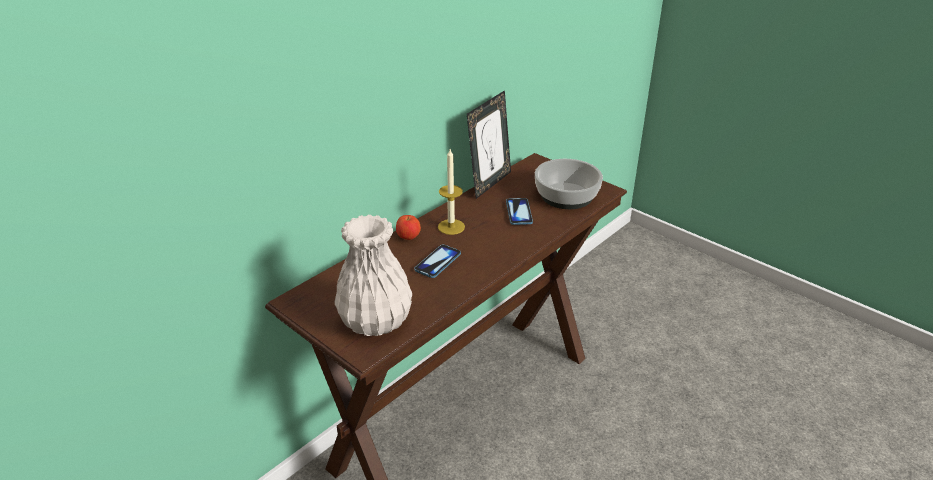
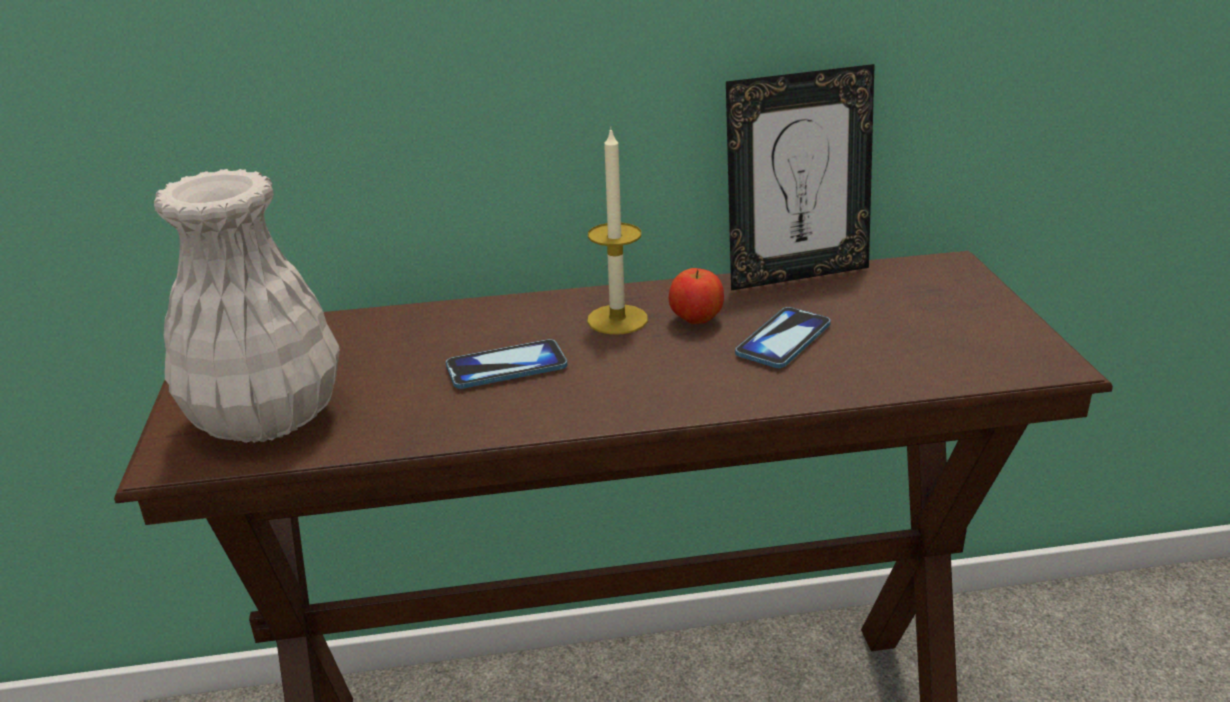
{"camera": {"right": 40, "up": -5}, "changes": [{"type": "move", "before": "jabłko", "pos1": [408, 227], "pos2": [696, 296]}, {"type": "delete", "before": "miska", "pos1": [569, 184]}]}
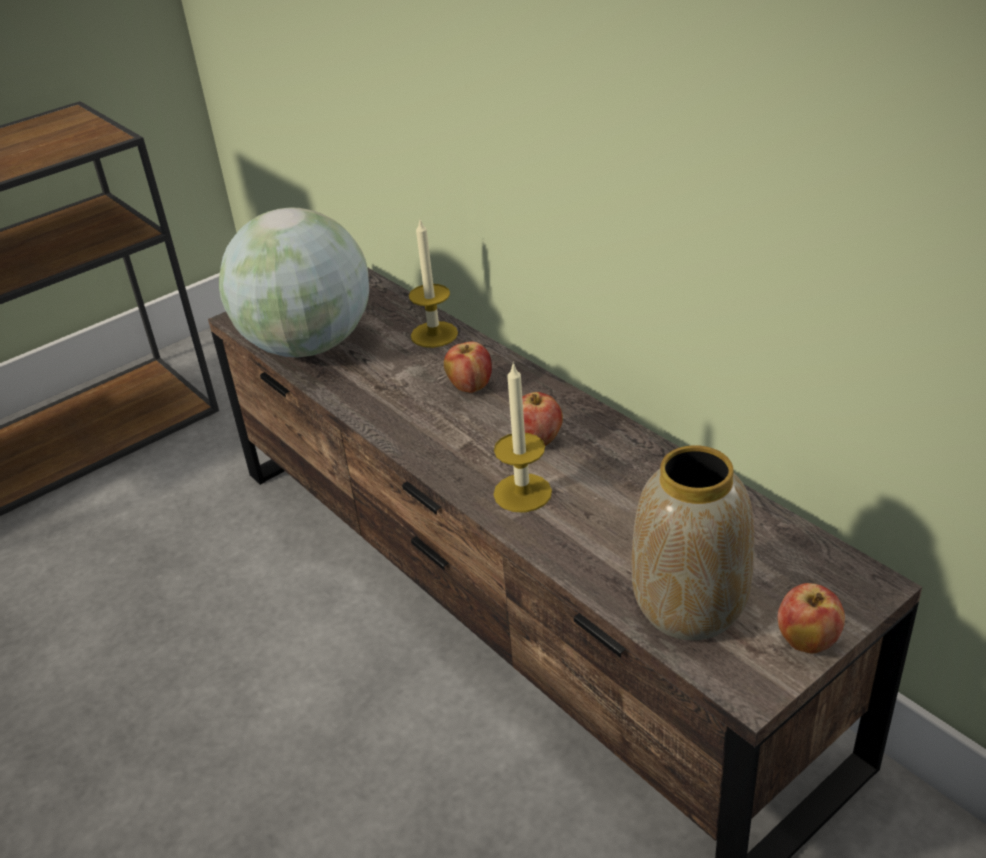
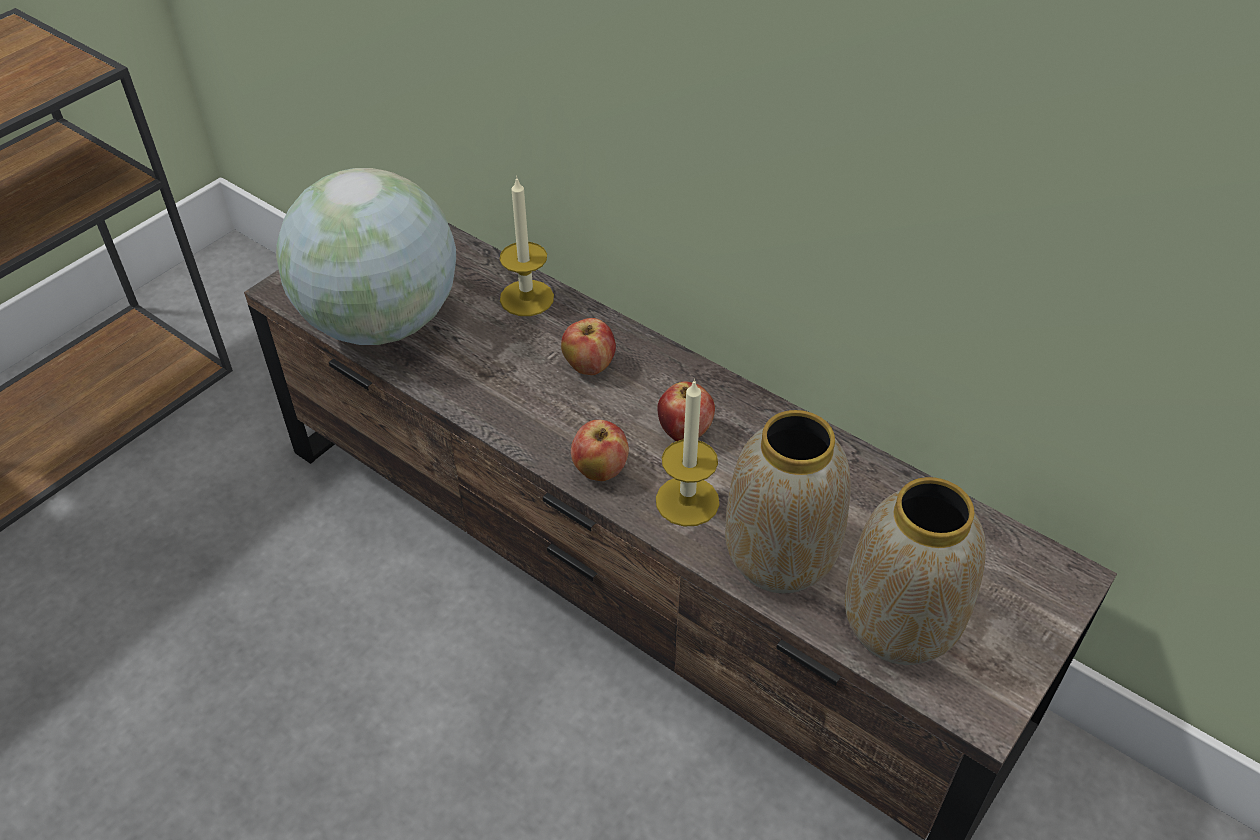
{"camera": {"right": -15, "up": 10}, "changes": [{"type": "move", "before": "jabłko", "pos1": [811, 618], "pos2": [600, 450]}, {"type": "insert", "after": "wazon", "pos2": [788, 501]}]}
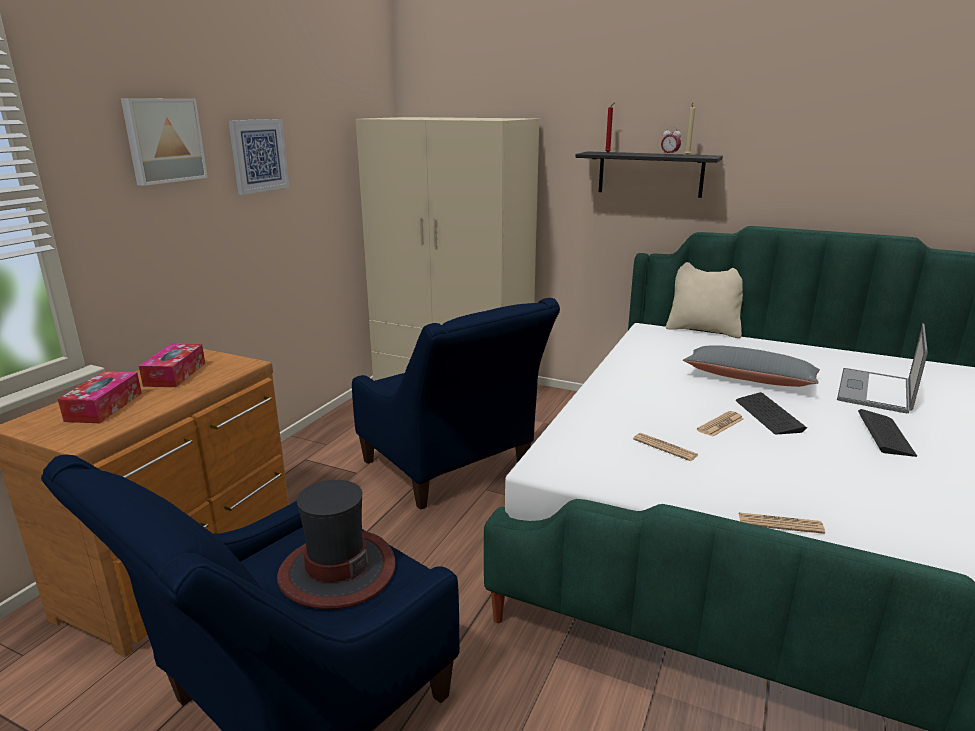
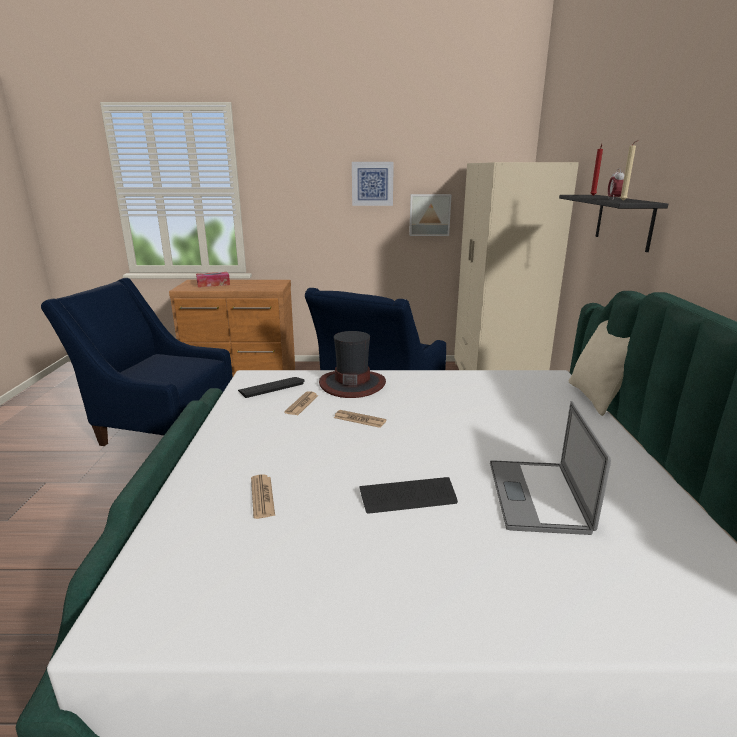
{"camera": {"right": 65, "up": 0}, "changes": [{"type": "move", "before": "klawiatura", "pos1": [771, 413], "pos2": [271, 387]}, {"type": "move", "before": "gazeta", "pos1": [781, 523], "pos2": [263, 496]}, {"type": "move", "before": "kapelusz", "pos1": [336, 544], "pos2": [352, 364]}, {"type": "move", "before": "obraz", "pos1": [164, 142], "pos2": [430, 215]}, {"type": "rotate", "before": "laptop", "pos1": [882, 368], "pos2": [550, 468], "turn": -90}, {"type": "delete", "before": "pudełko chusteczek", "pos1": [172, 365]}, {"type": "delete", "before": "poduszka/szary", "pos1": [751, 366]}]}
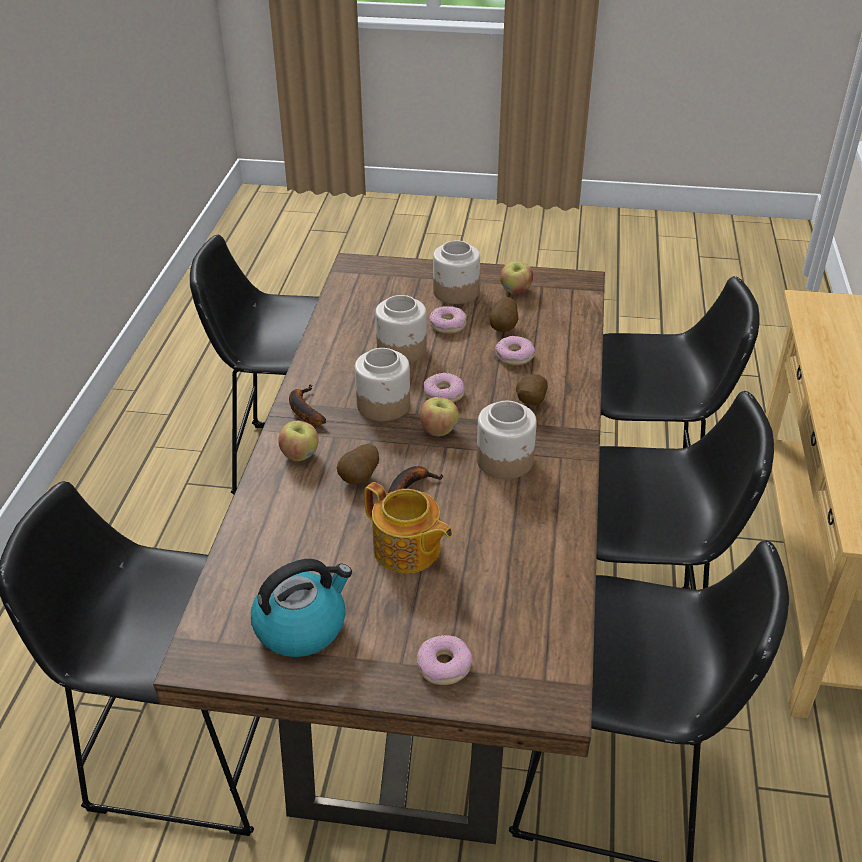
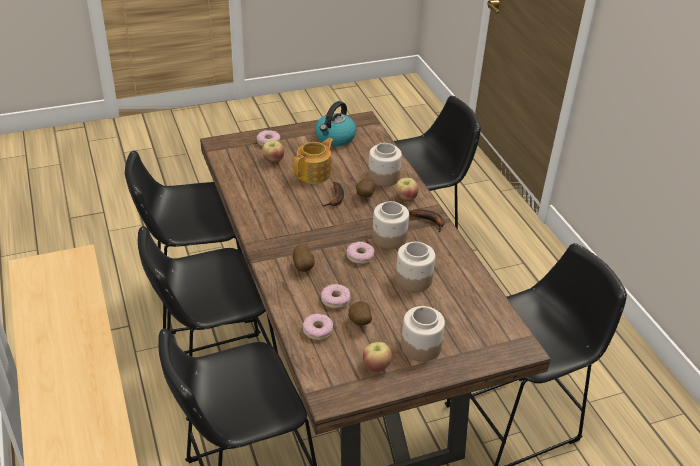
{"camera": {"right": 150, "up": 0}, "changes": [{"type": "move", "before": "jabłko", "pos1": [439, 416], "pos2": [273, 151]}, {"type": "rotate", "before": "imbryk", "pos1": [408, 527], "pos2": [314, 161], "turn": 120}, {"type": "move", "before": "donut", "pos1": [448, 320], "pos2": [318, 327]}, {"type": "move", "before": "słoik", "pos1": [507, 440], "pos2": [385, 164]}]}
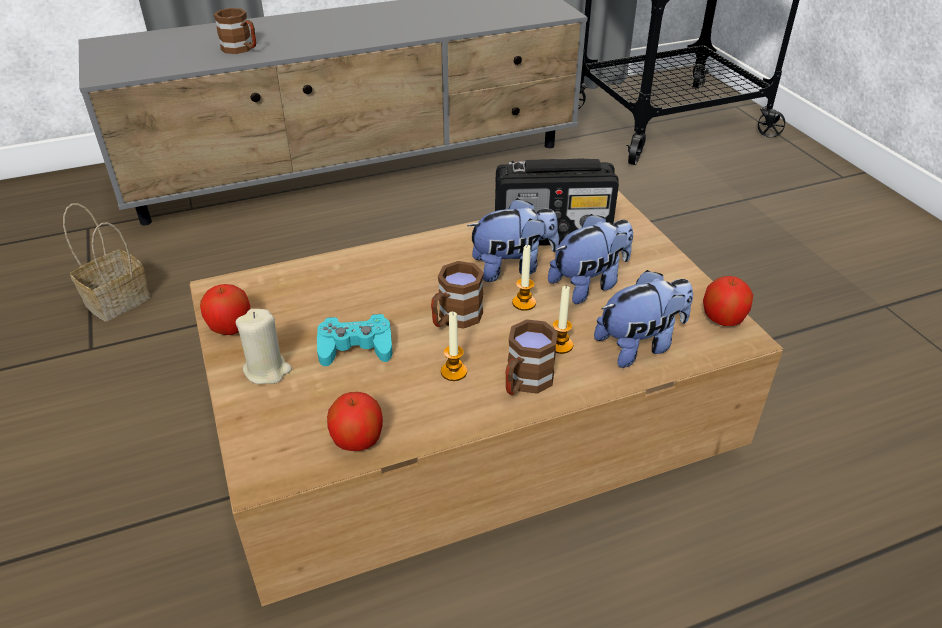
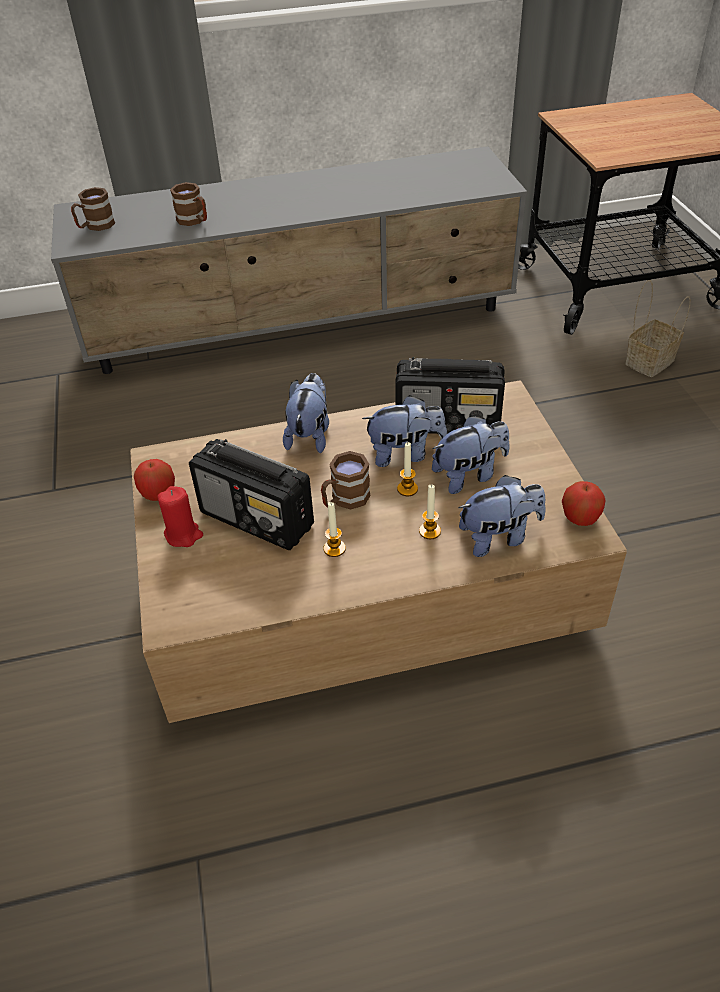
{"camera": {"right": 10, "up": 5}, "changes": [{"type": "move", "before": "kubek/brązowy", "pos1": [531, 357], "pos2": [93, 209]}, {"type": "recolor", "before": "świeca/beżowy", "after": "świeca/czerwony", "pos1": [264, 346], "pos2": [180, 516]}, {"type": "replace", "before": "pad do gier/turkusowy", "after": "radio", "pos1": [355, 340], "pos2": [251, 495]}, {"type": "insert", "after": "pluszak", "pos2": [306, 413]}, {"type": "move", "before": "koszyk", "pos1": [106, 262], "pos2": [658, 328]}, {"type": "delete", "before": "jabłko", "pos1": [355, 421]}]}
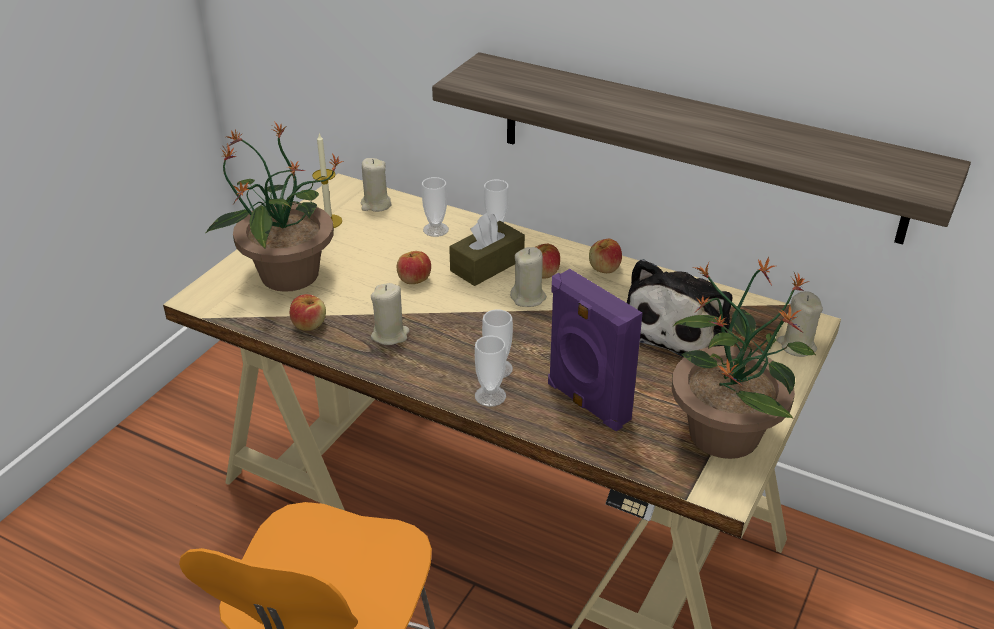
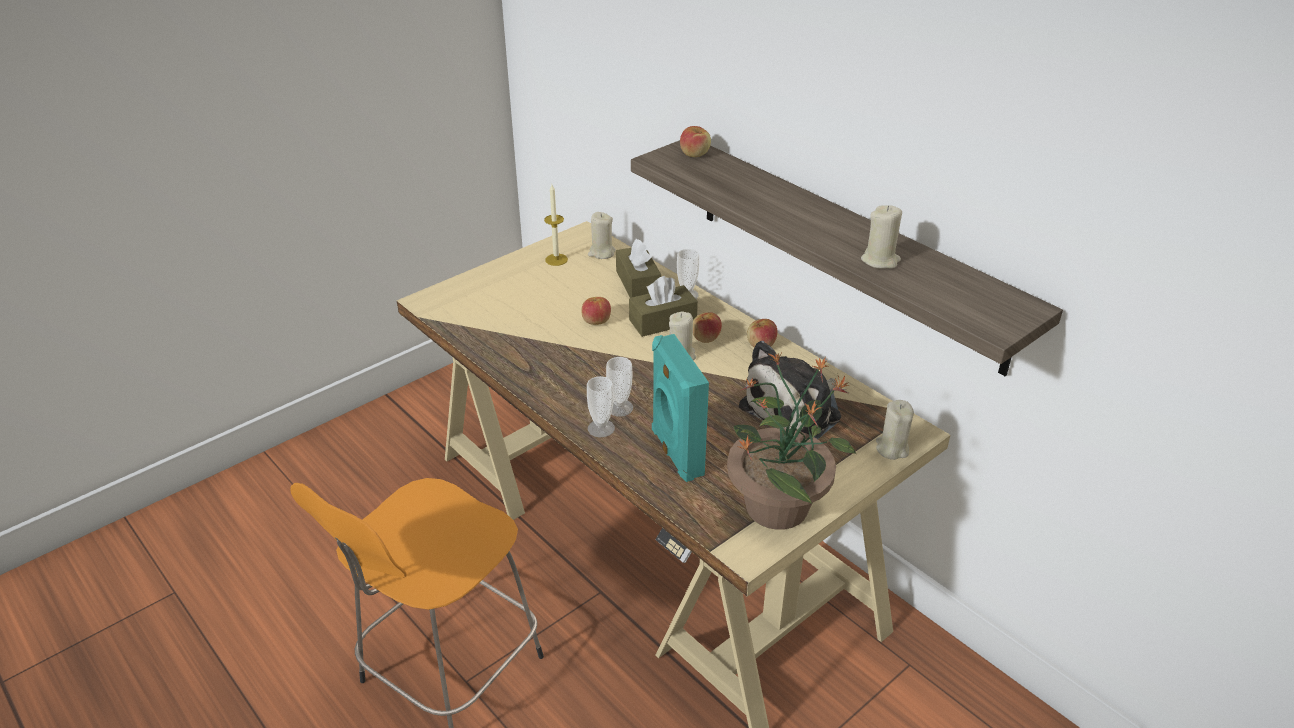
{"camera": {"right": 20, "up": 0}, "changes": [{"type": "replace", "before": "filiżanka", "after": "pudełko chusteczek/brązowy", "pos1": [435, 207], "pos2": [638, 268]}, {"type": "recolor", "before": "głośnik/fioletowy", "after": "głośnik/turkusowy", "pos1": [595, 350], "pos2": [680, 408]}, {"type": "move", "before": "jabłko", "pos1": [308, 312], "pos2": [695, 141]}, {"type": "move", "before": "świeca/beżowy", "pos1": [390, 314], "pos2": [881, 237]}, {"type": "delete", "before": "roślina doniczkowa", "pos1": [274, 206]}]}
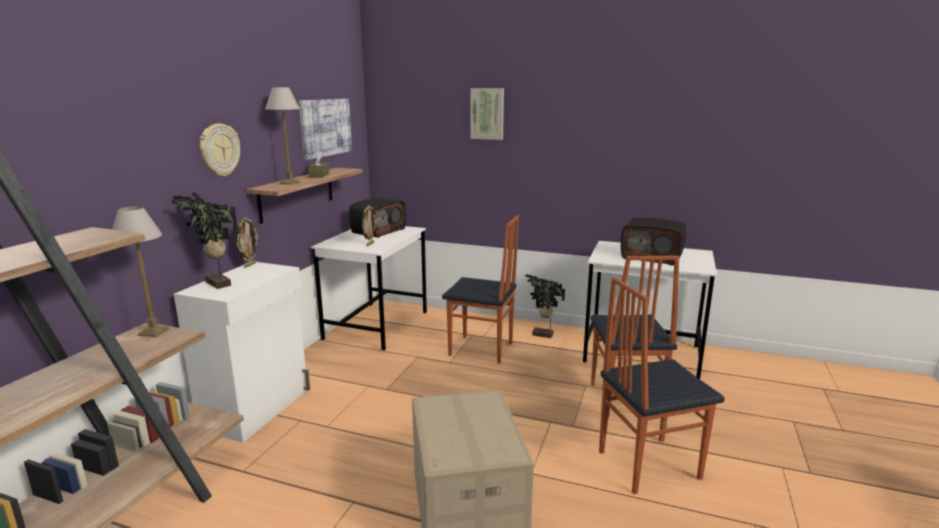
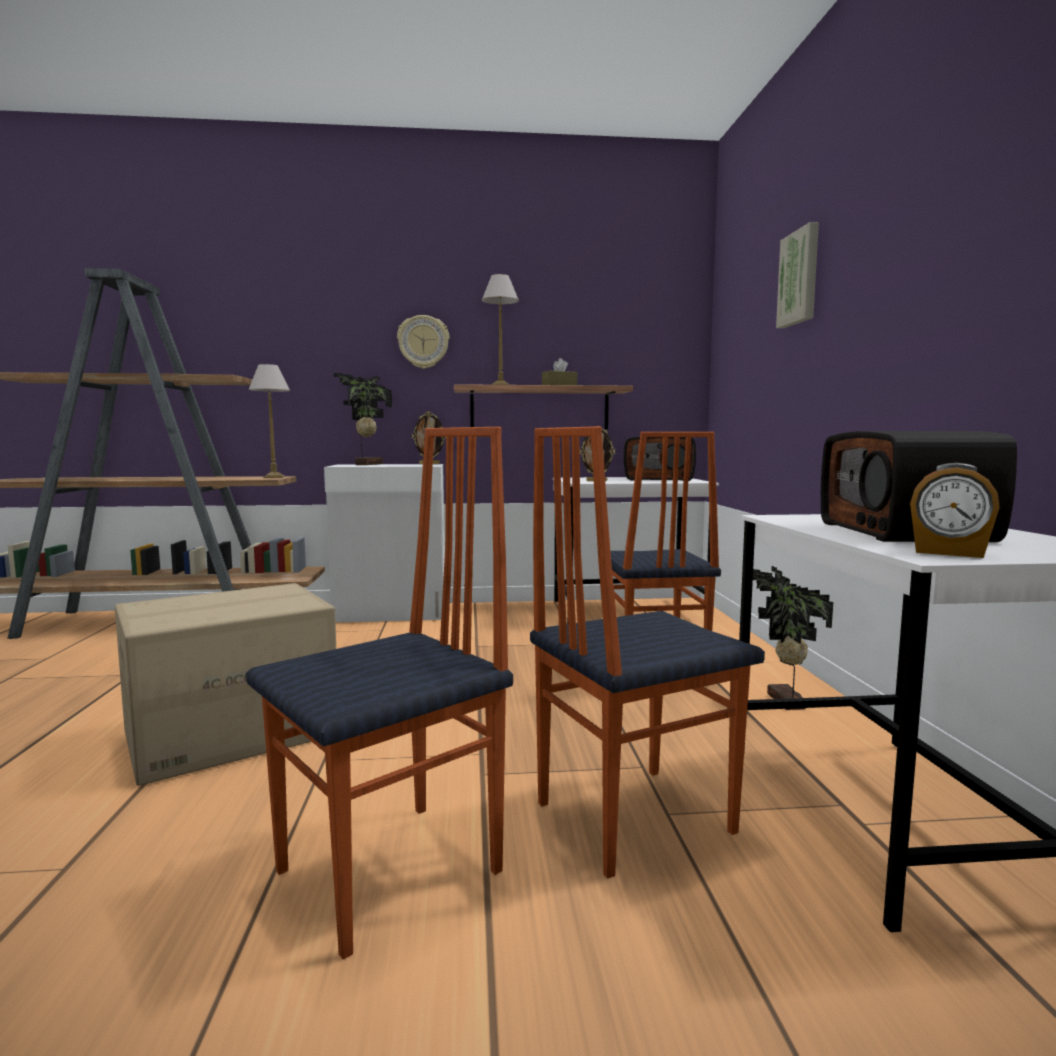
{"camera": {"right": 65, "up": -10}, "changes": [{"type": "rotate", "before": "krzesło", "pos1": [662, 385], "pos2": [379, 693], "turn": 90}, {"type": "insert", "after": "budzik", "pos2": [955, 510]}, {"type": "delete", "before": "obraz", "pos1": [325, 129]}]}
